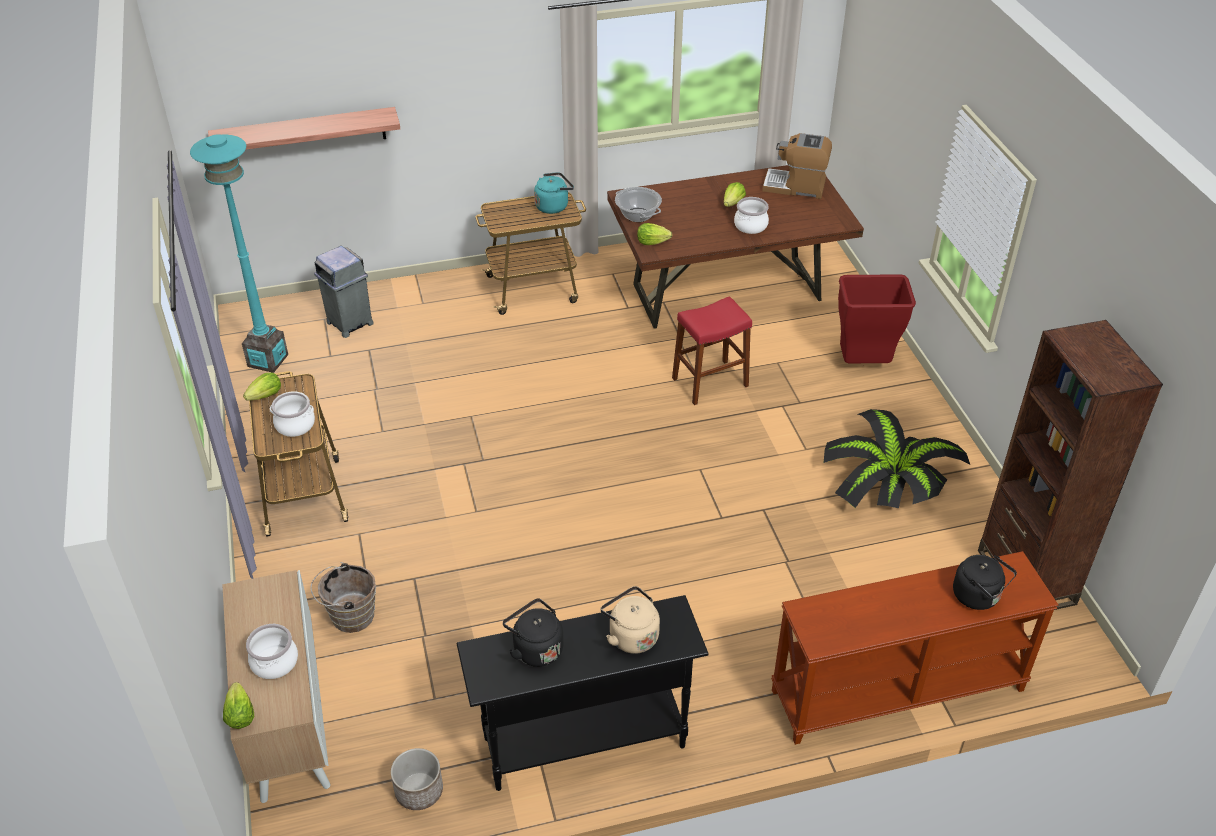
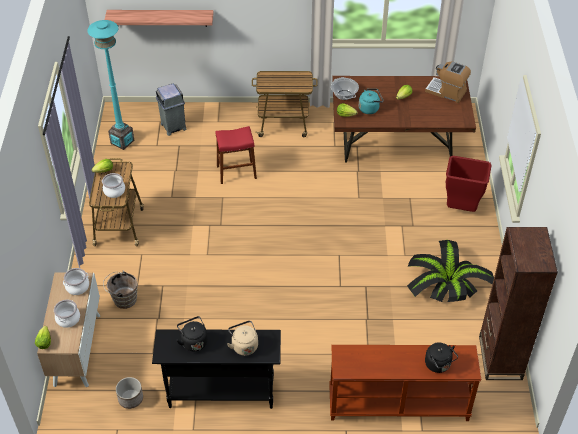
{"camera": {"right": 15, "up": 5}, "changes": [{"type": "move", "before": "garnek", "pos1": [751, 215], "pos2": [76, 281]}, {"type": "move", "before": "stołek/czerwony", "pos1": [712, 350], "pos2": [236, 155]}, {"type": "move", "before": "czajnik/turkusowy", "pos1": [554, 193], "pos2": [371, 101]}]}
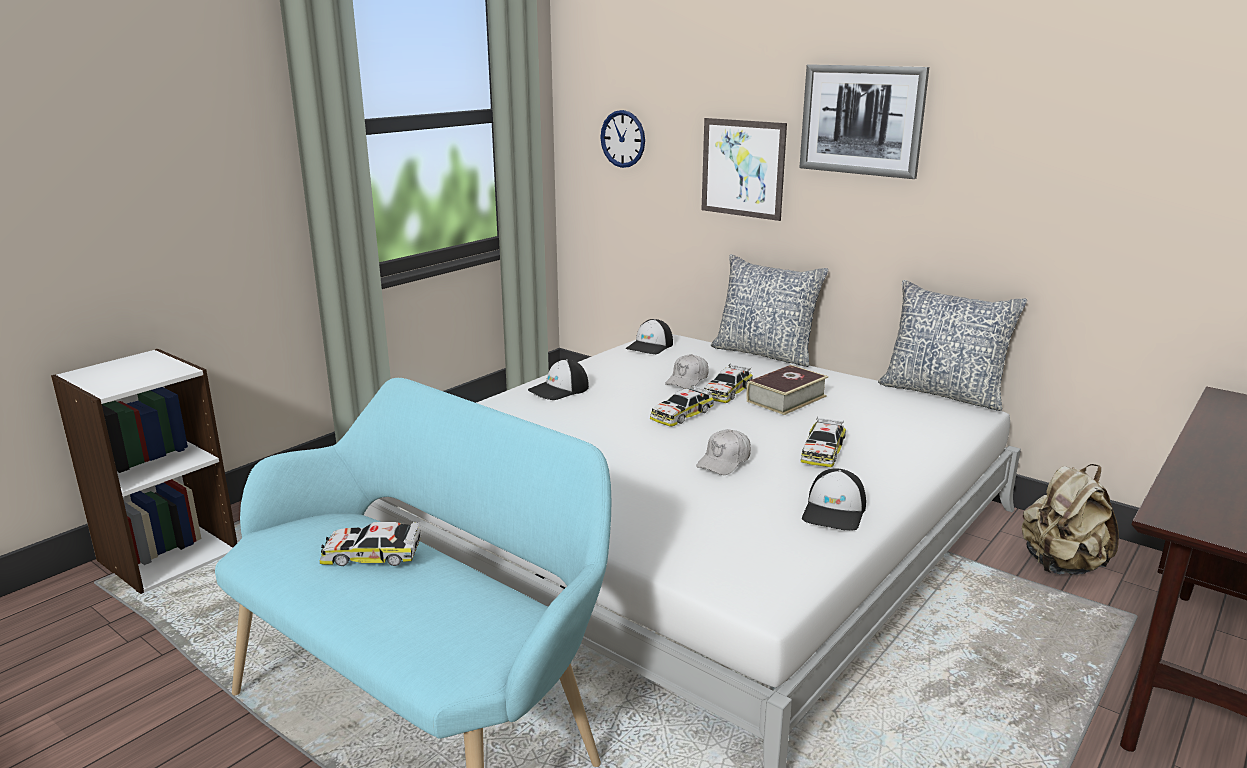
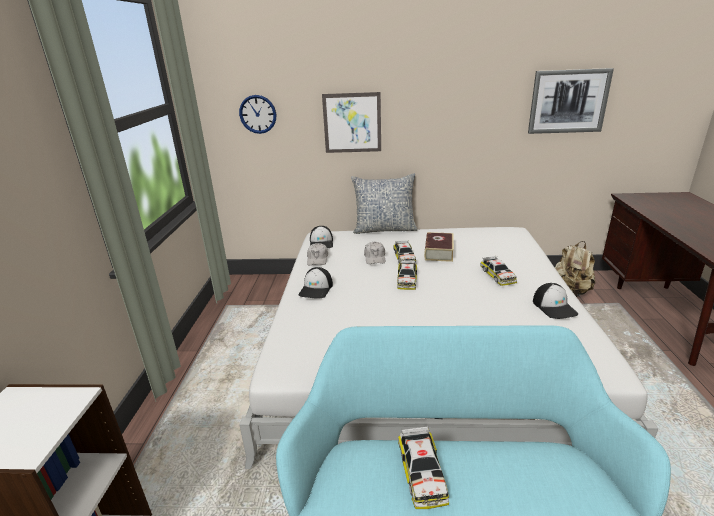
{"camera": {"right": -35, "up": 5}, "changes": [{"type": "move", "before": "czapka z daszkiem/biały", "pos1": [723, 452], "pos2": [317, 254]}, {"type": "rotate", "before": "samochodzik", "pos1": [370, 544], "pos2": [423, 467], "turn": -60}, {"type": "move", "before": "obraz", "pos1": [864, 122], "pos2": [571, 101]}, {"type": "delete", "before": "poduszka", "pos1": [952, 345]}]}
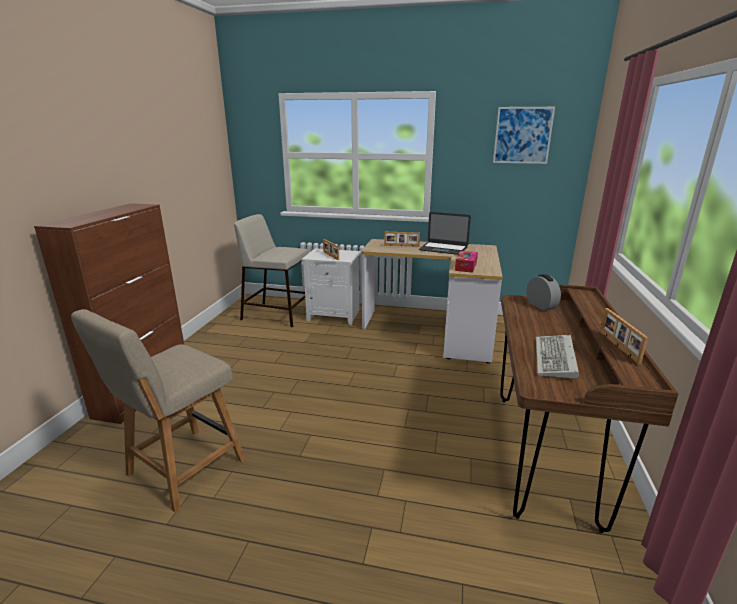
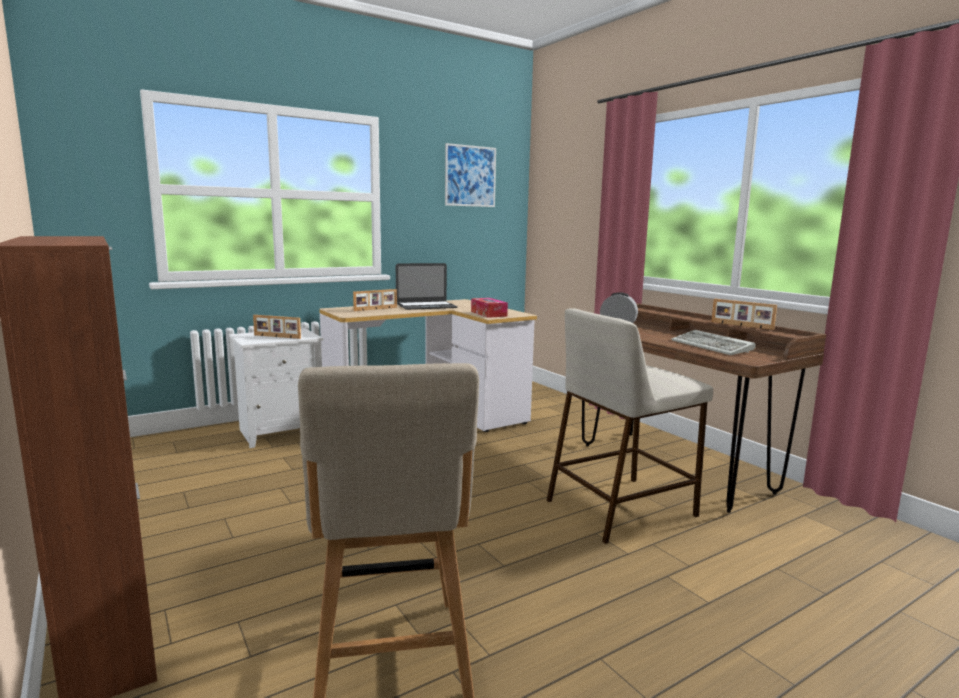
{"camera": {"right": -45, "up": -10}, "changes": [{"type": "move", "before": "stołek/beżowy", "pos1": [271, 270], "pos2": [629, 426]}]}
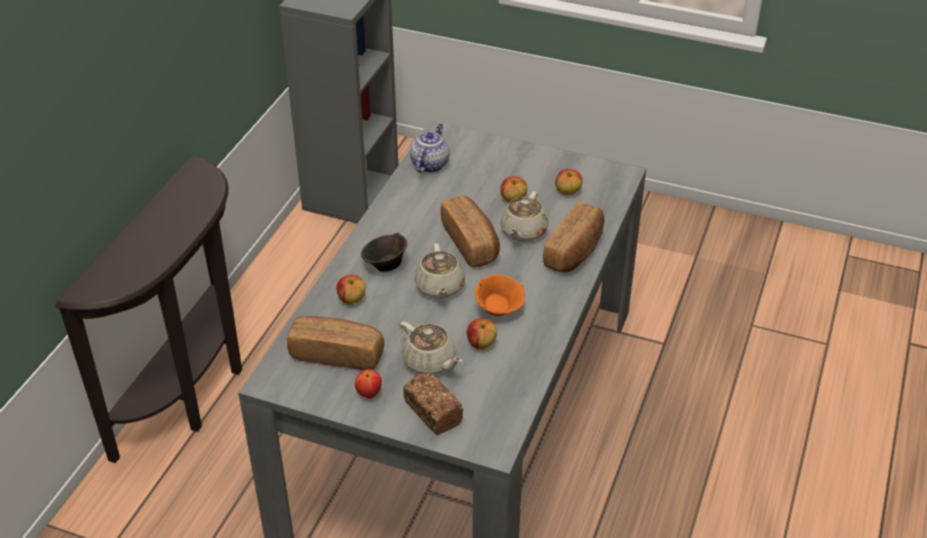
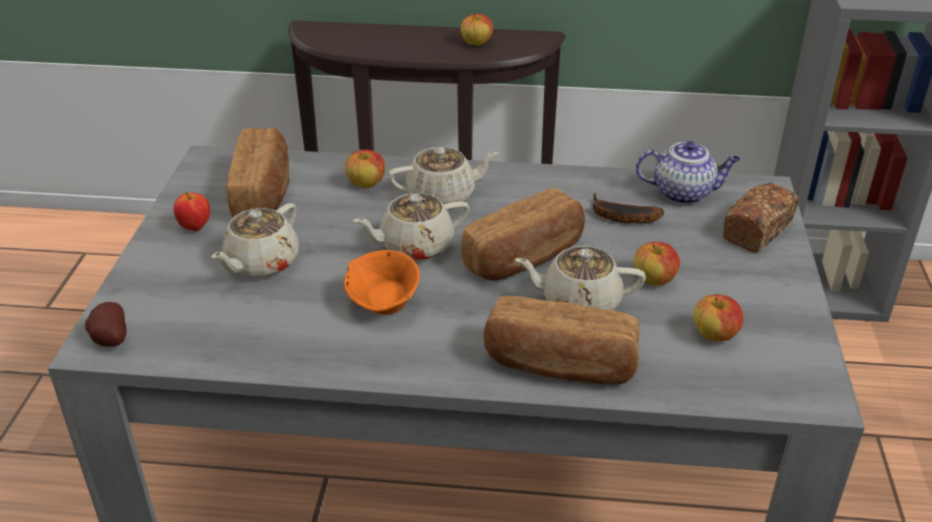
{"camera": {"right": 75, "up": -5}, "changes": [{"type": "insert", "after": "ziemniak", "pos2": [105, 324]}, {"type": "replace", "before": "miska/brązowy", "after": "imbryk/beżowy", "pos1": [384, 252], "pos2": [443, 175]}, {"type": "move", "before": "jabłko", "pos1": [482, 334], "pos2": [477, 30]}, {"type": "insert", "after": "banan", "pos2": [628, 208]}, {"type": "move", "before": "chleb", "pos1": [433, 403], "pos2": [761, 218]}]}
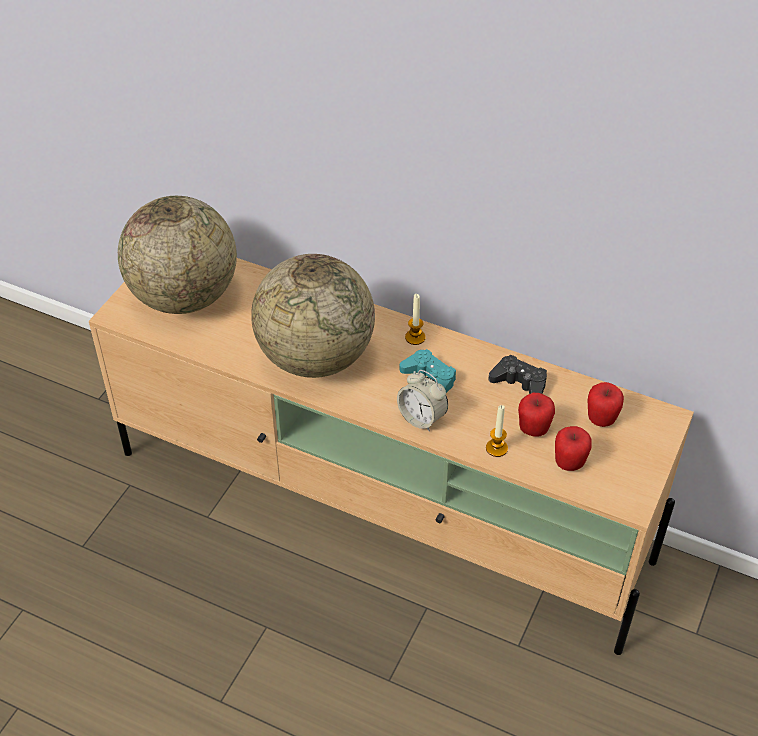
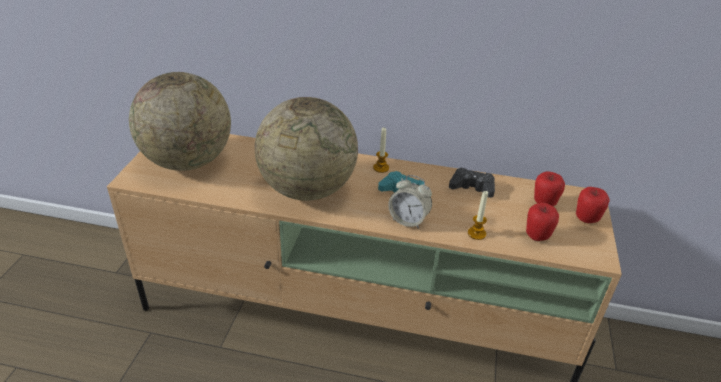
{"camera": {"right": -15, "up": -10}, "changes": [{"type": "move", "before": "jabłko", "pos1": [536, 415], "pos2": [593, 205]}]}
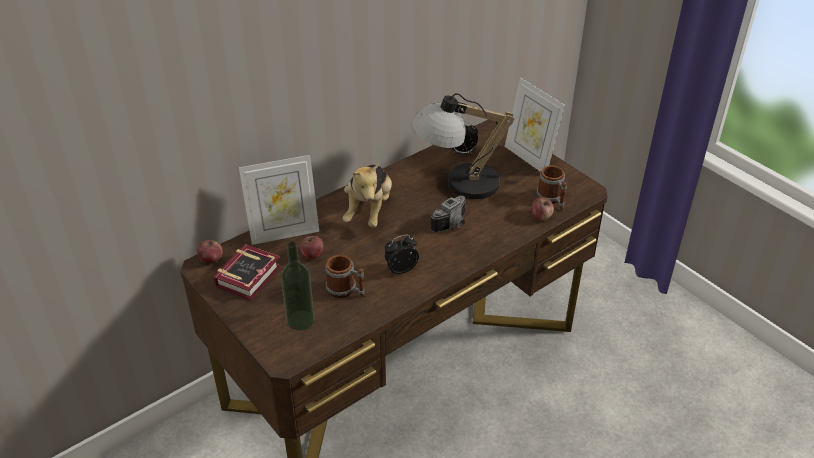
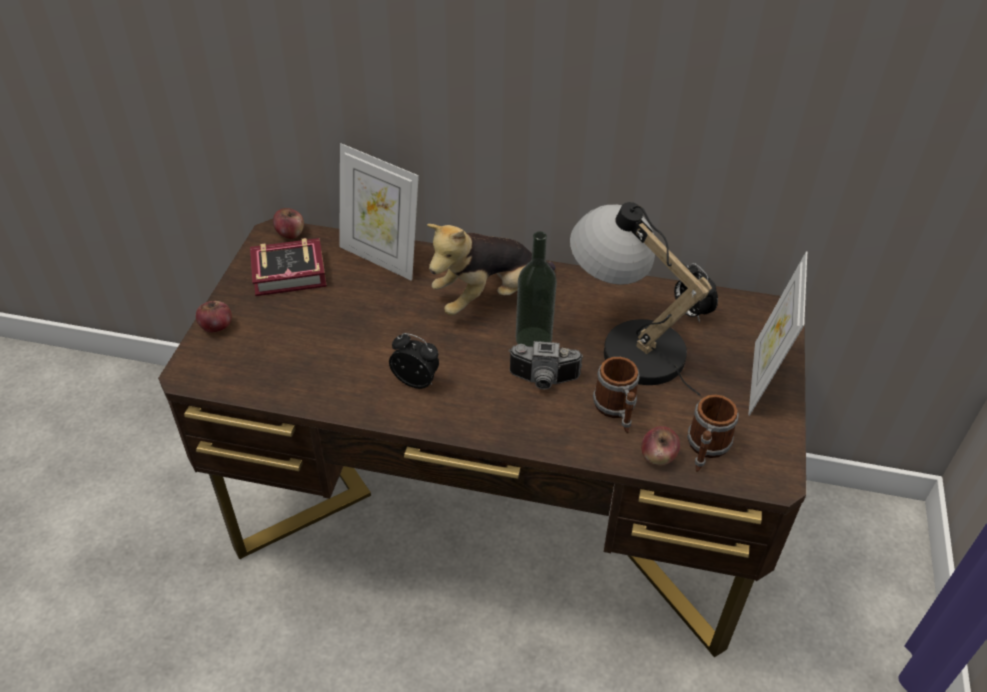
{"camera": {"right": 50, "up": 5}, "changes": [{"type": "move", "before": "jabłko", "pos1": [311, 247], "pos2": [214, 317]}, {"type": "move", "before": "butelka", "pos1": [298, 285], "pos2": [536, 288]}, {"type": "move", "before": "kubek", "pos1": [345, 276], "pos2": [616, 395]}]}
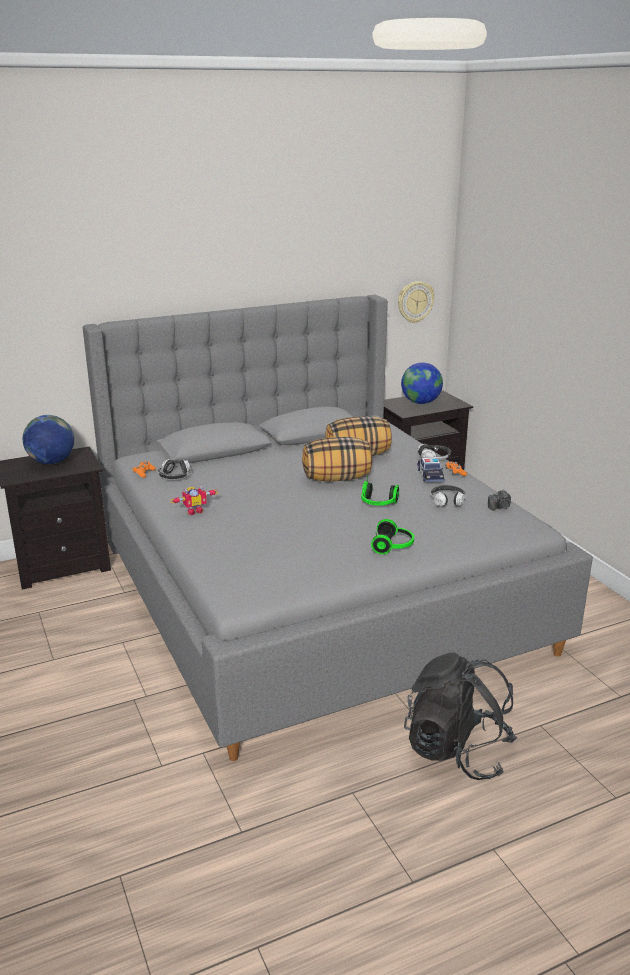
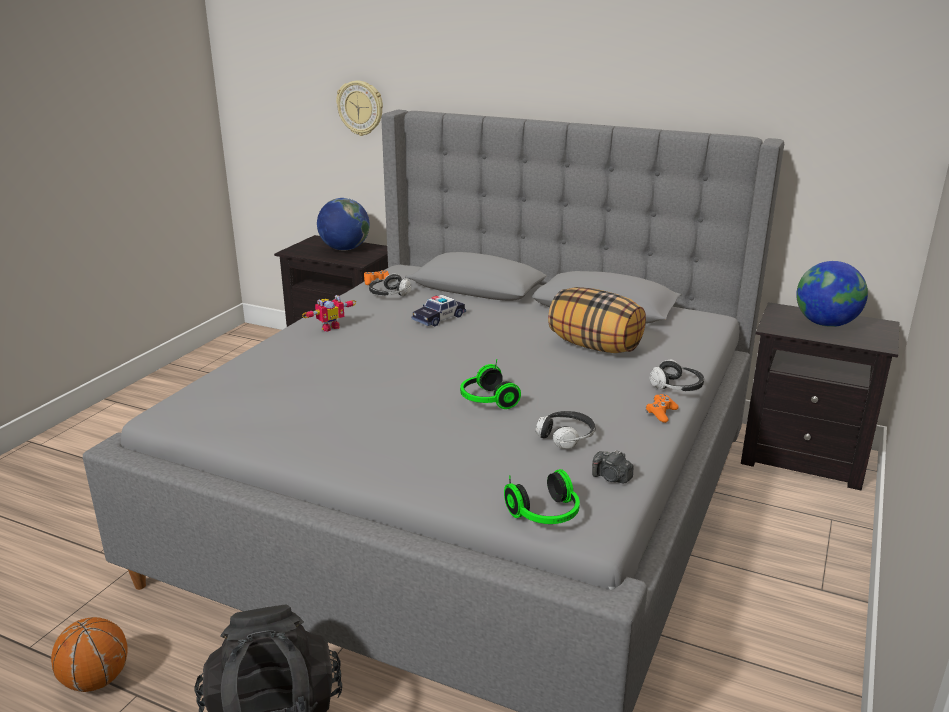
{"camera": {"right": 50, "up": 0}, "changes": [{"type": "insert", "after": "piłka do koszykówki", "pos2": [89, 654]}, {"type": "rotate", "before": "robot zabawkowy", "pos1": [194, 500], "pos2": [329, 313], "turn": -60}, {"type": "move", "before": "zegar ścienny", "pos1": [416, 302], "pos2": [359, 108]}, {"type": "move", "before": "samochodzik", "pos1": [431, 469], "pos2": [439, 311]}, {"type": "move", "before": "słuchawki", "pos1": [392, 536], "pos2": [542, 496]}, {"type": "delete", "before": "poduszka", "pos1": [337, 459]}]}
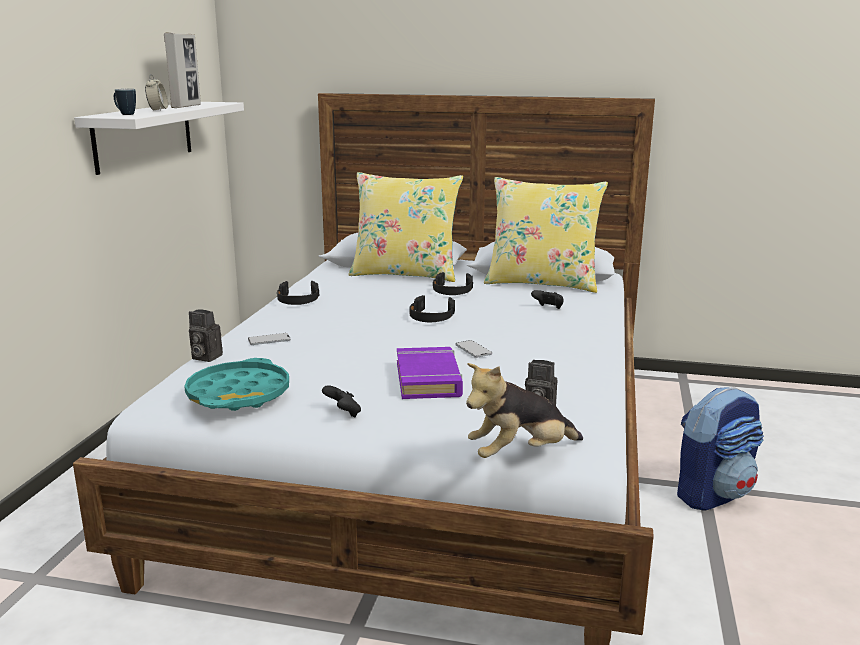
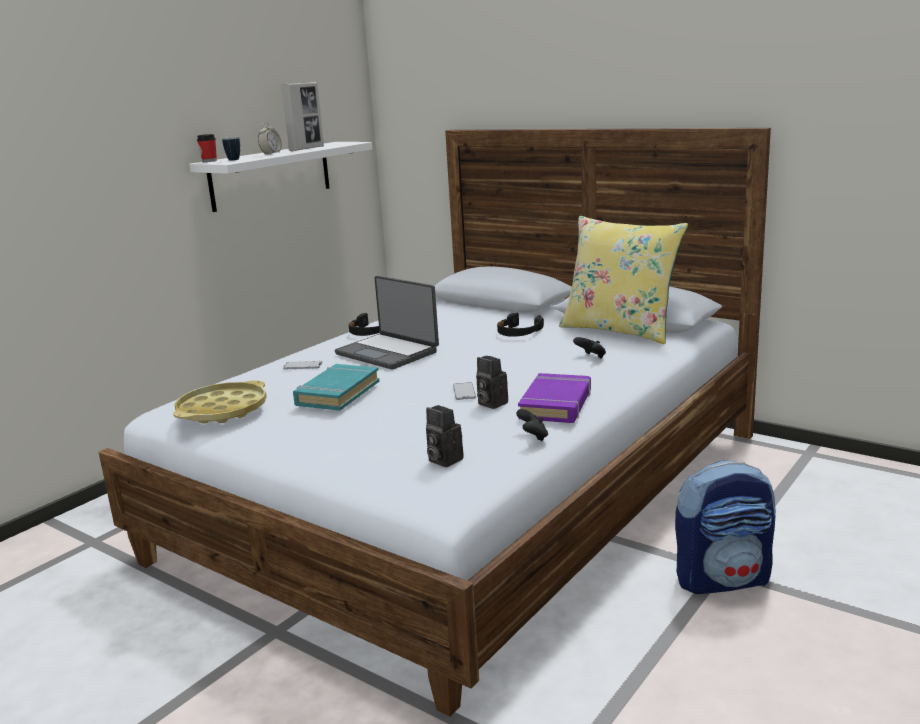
{"camera": {"right": 25, "up": 0}, "changes": [{"type": "recolor", "before": "taca/turkusowy", "after": "taca/żółty", "pos1": [236, 384], "pos2": [220, 402]}, {"type": "insert", "after": "filiżanka", "pos2": [207, 148]}, {"type": "insert", "after": "książka/turkusowy", "pos2": [336, 387]}, {"type": "insert", "after": "laptop", "pos2": [387, 322]}, {"type": "move", "before": "aparat fotograficzny", "pos1": [206, 335], "pos2": [492, 382]}, {"type": "move", "before": "pad do gier/czarny", "pos1": [341, 401], "pos2": [532, 425]}, {"type": "move", "before": "książka/fioletowy", "pos1": [430, 373], "pos2": [554, 398]}, {"type": "delete", "before": "poduszka/żółty", "pos1": [405, 227]}, {"type": "delete", "before": "słuchawki/czarny", "pos1": [432, 308]}, {"type": "delete", "before": "pluszak", "pos1": [524, 410]}]}
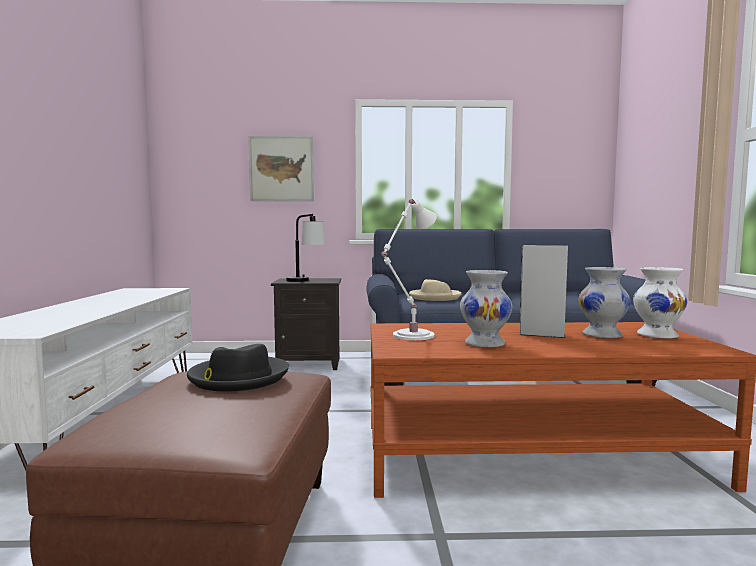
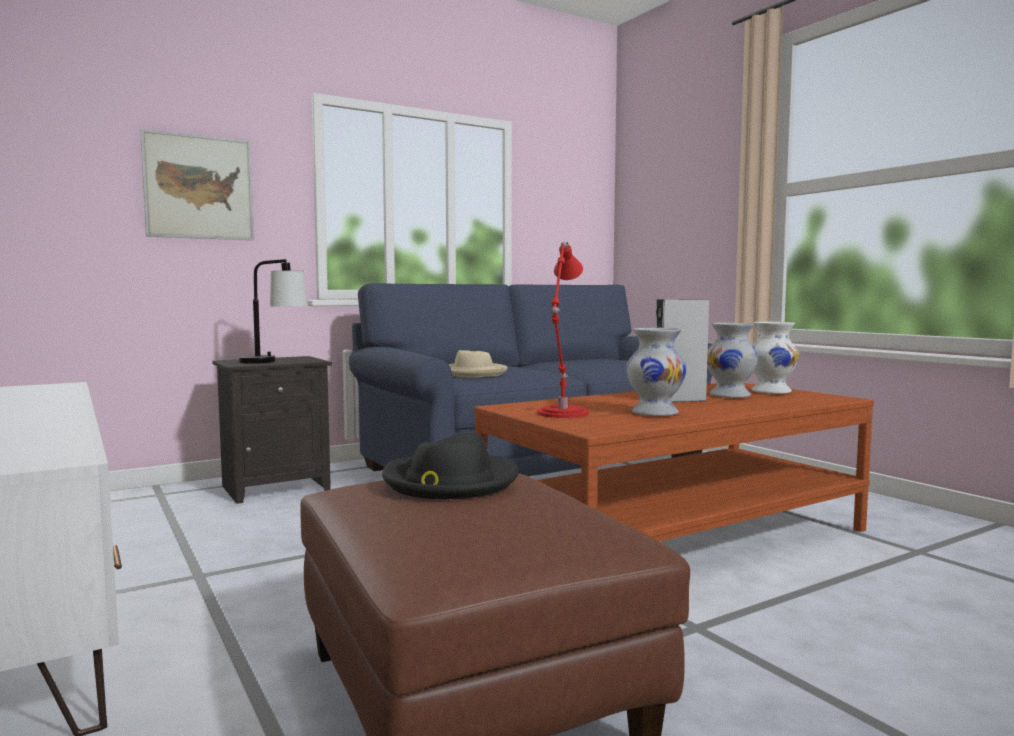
{"camera": {"right": -30, "up": 0}, "changes": [{"type": "recolor", "before": "lampa stołowa/biały", "after": "lampa stołowa/czerwony", "pos1": [409, 269], "pos2": [563, 330]}]}
